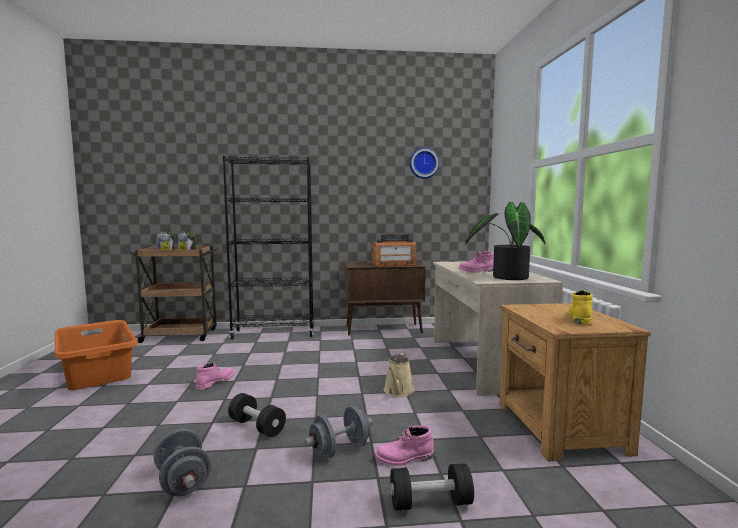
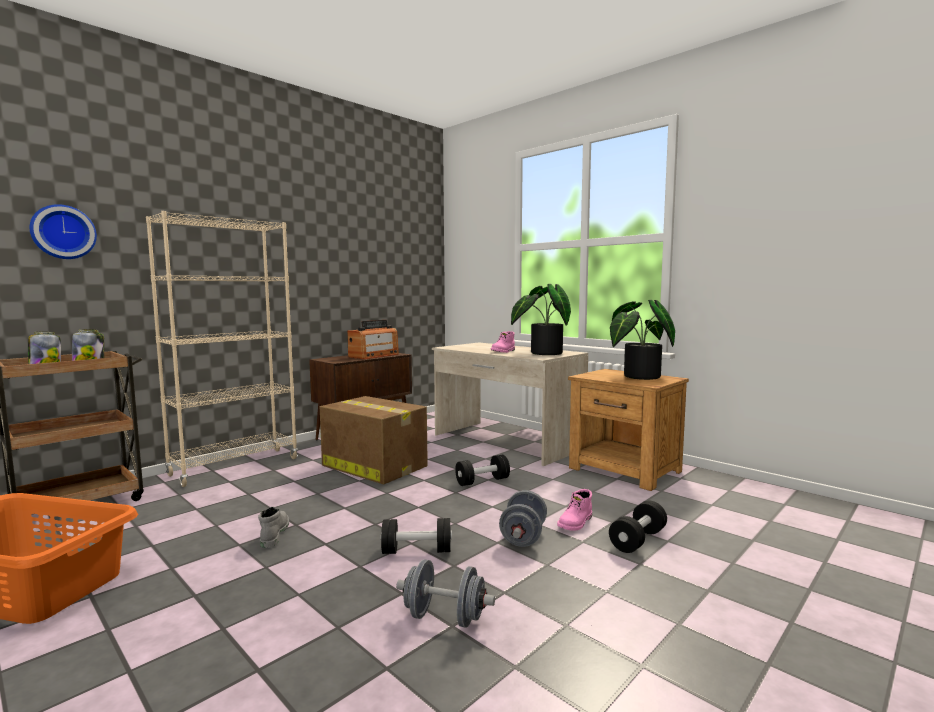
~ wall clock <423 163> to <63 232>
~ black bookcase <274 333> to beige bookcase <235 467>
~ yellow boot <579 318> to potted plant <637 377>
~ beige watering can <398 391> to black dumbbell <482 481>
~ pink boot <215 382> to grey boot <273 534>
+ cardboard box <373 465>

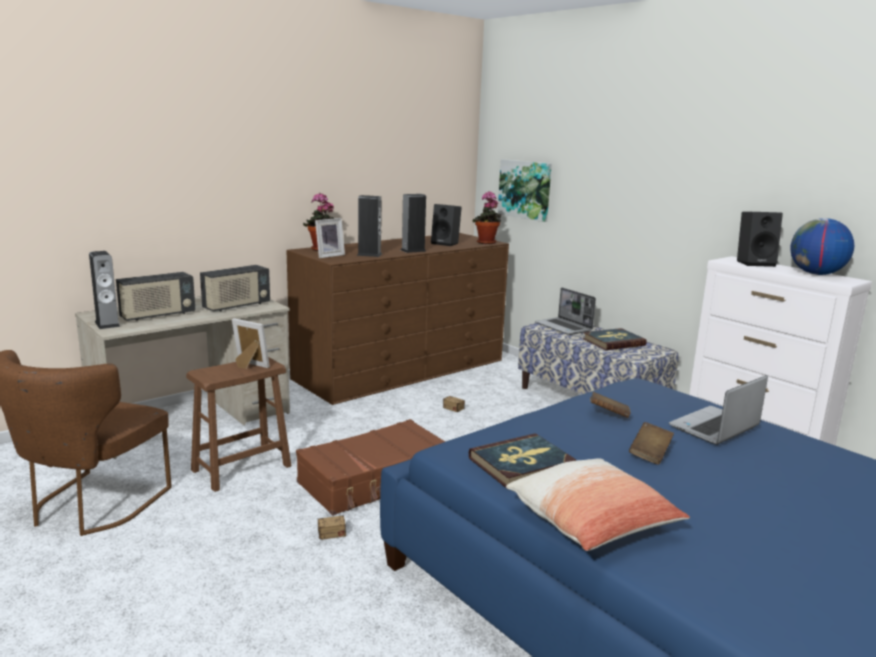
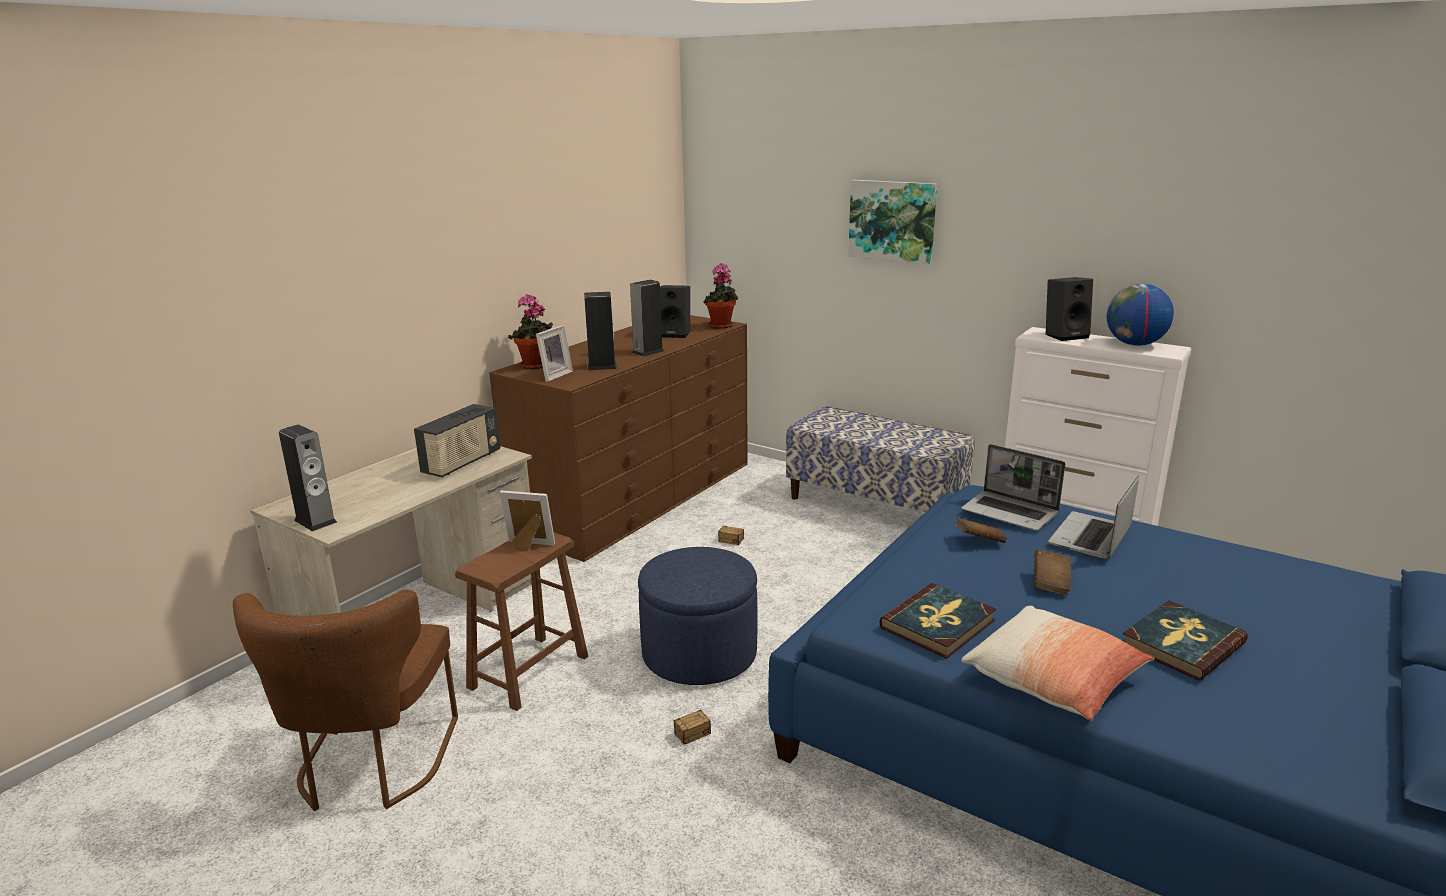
~ picture <525 189> to <892 220>
- radio <158 315>
~ laptop <564 327> to <1011 512>
~ book <613 342> to <1181 644>
~ brown suitcase <375 480> to blue ottoman <699 654>

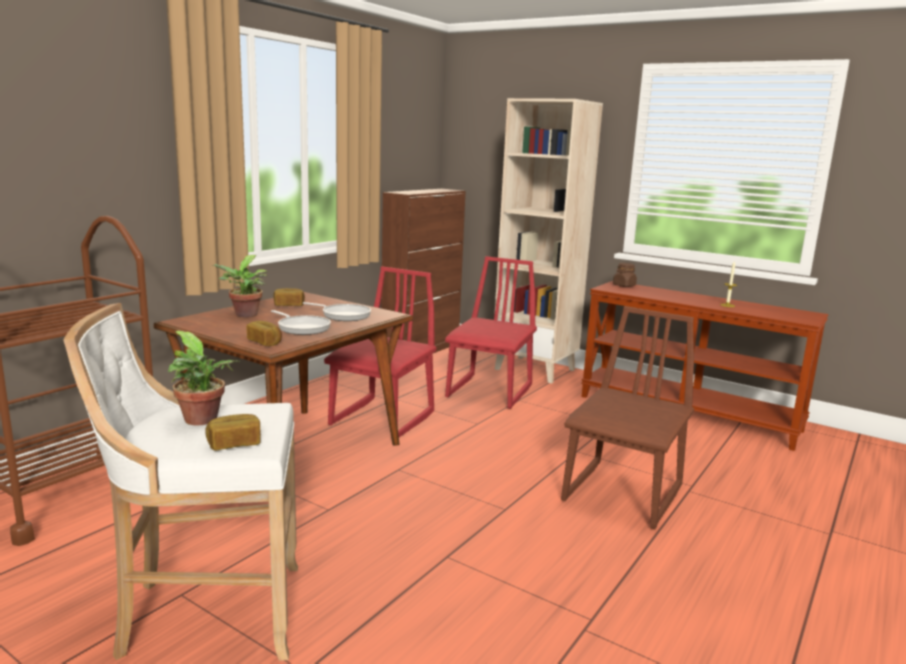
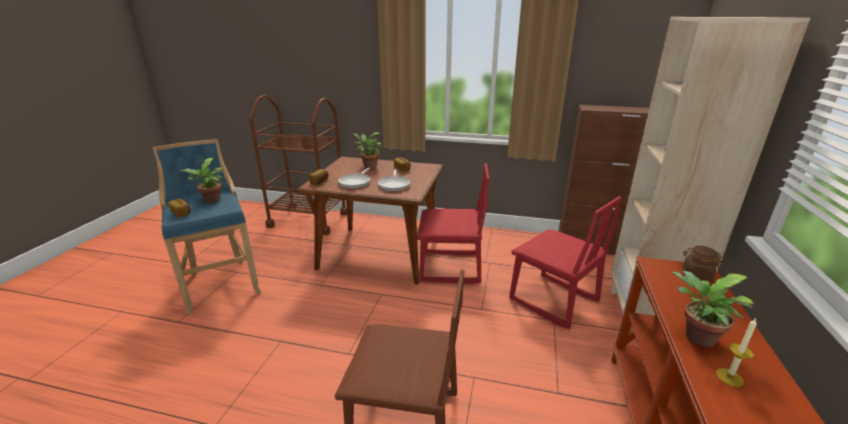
~ red chair <490 392> = <553 301> 45 degrees clockwise
~ white stool <206 614> to blue stool <221 283>
+ potted plant <696 337>

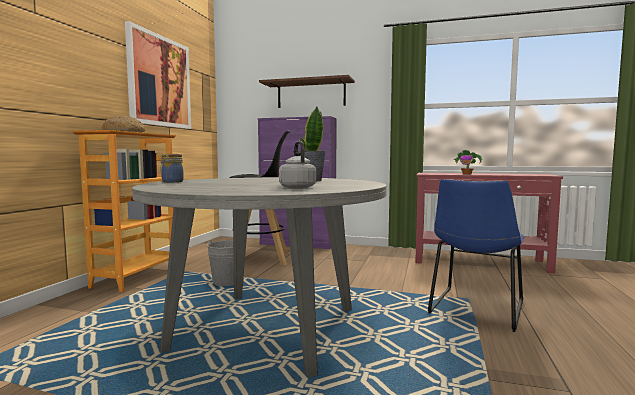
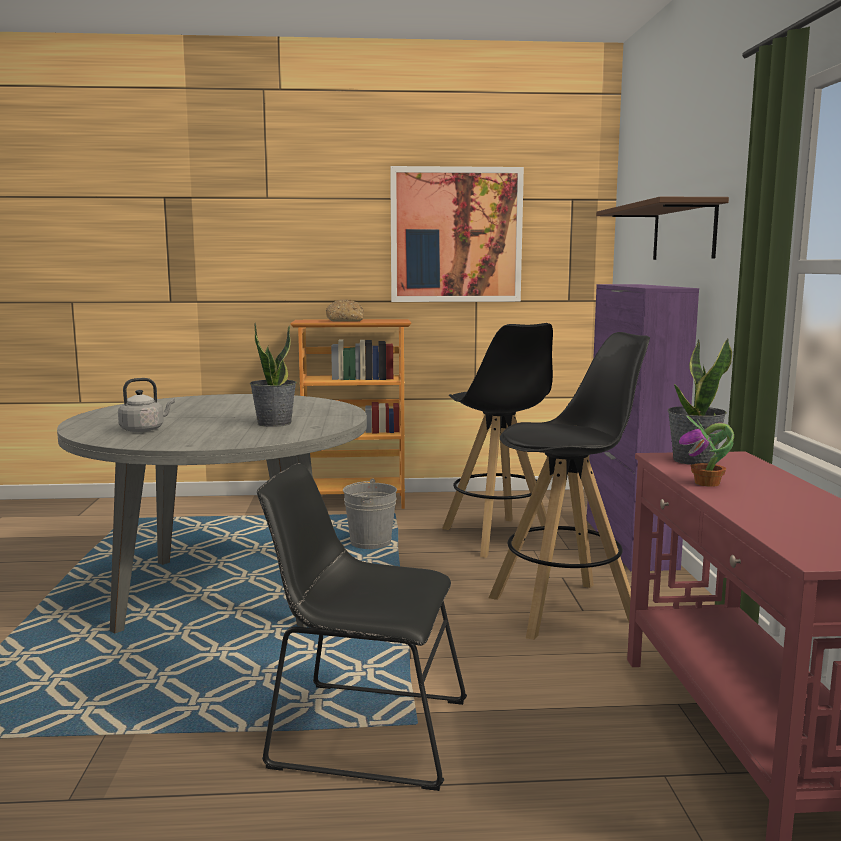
- jar <171 182>
~ blue chair <475 309> to black chair <361 731>
+ black stool <564 609>
+ potted plant <693 460>

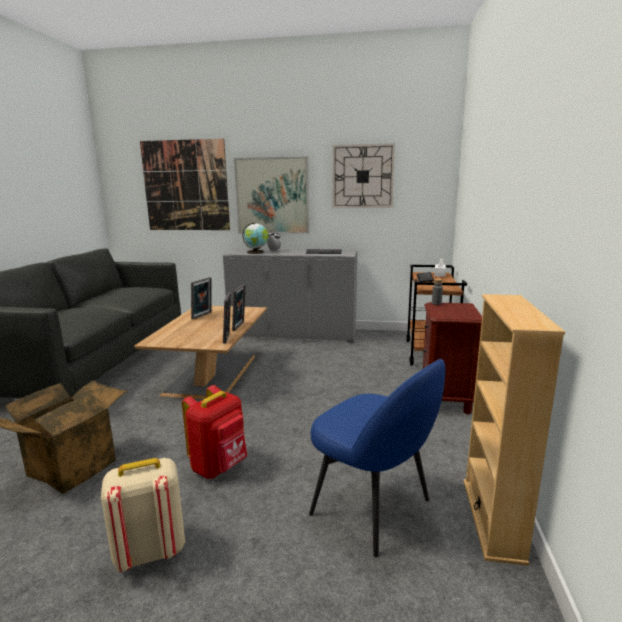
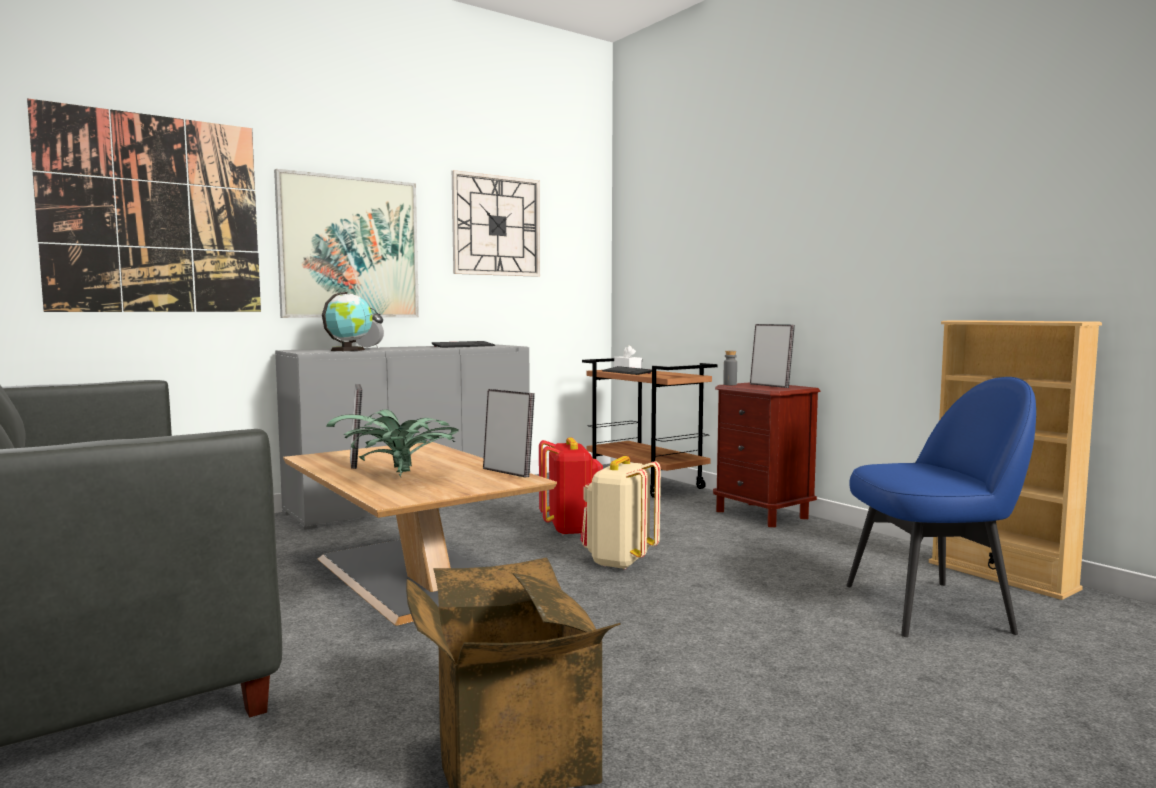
~ picture frame <240 326> to <771 386>
~ red backpack <220 467> to <571 529>
~ beige backpack <149 552> to <619 561>
+ potted plant <401 477>

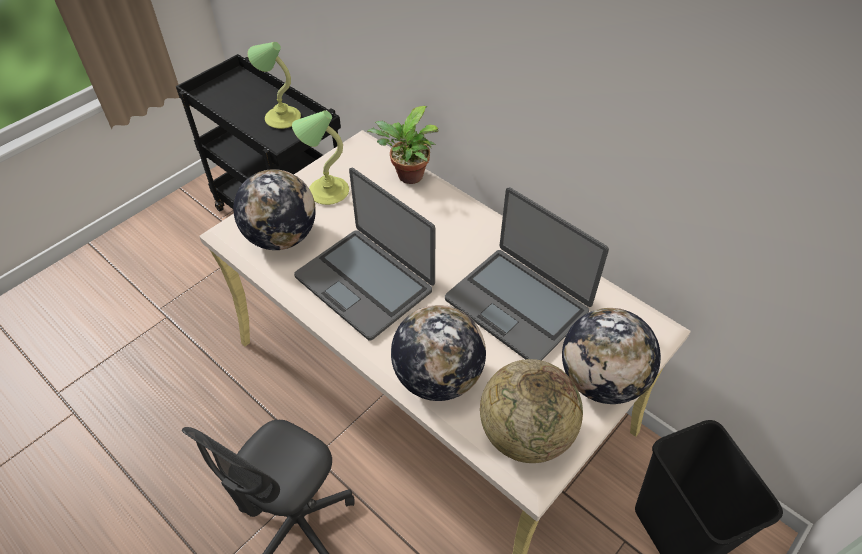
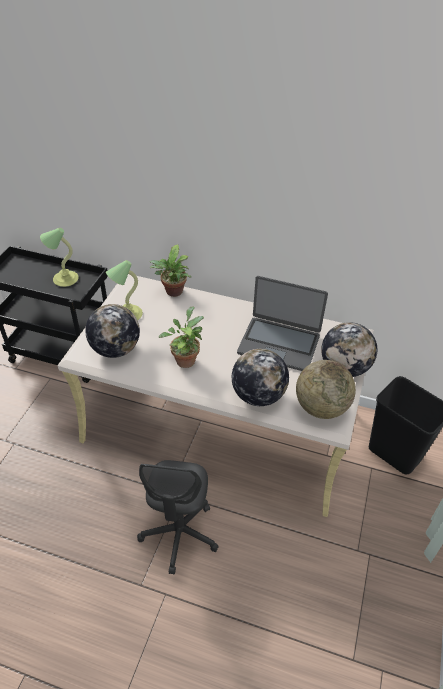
~ laptop <365 283> to potted plant <185 359>

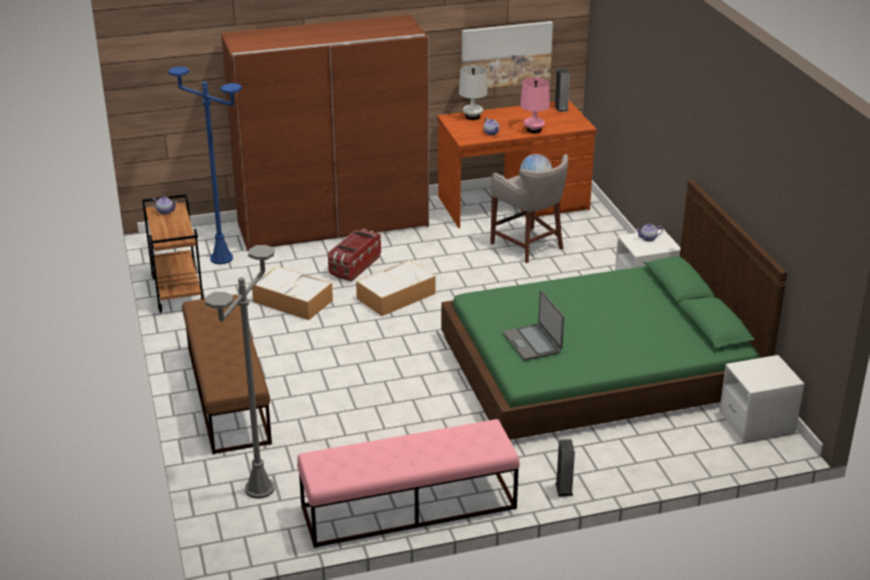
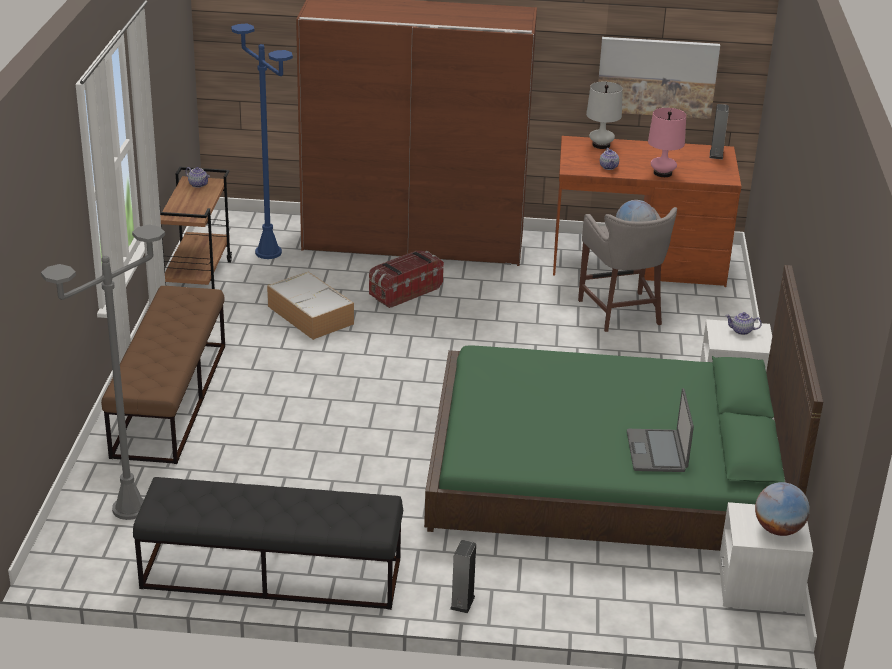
- storage box <396 295>
~ laptop <532 343> to <657 452>
~ pink bench <408 507> to black bench <271 573>
+ globe <778 529>

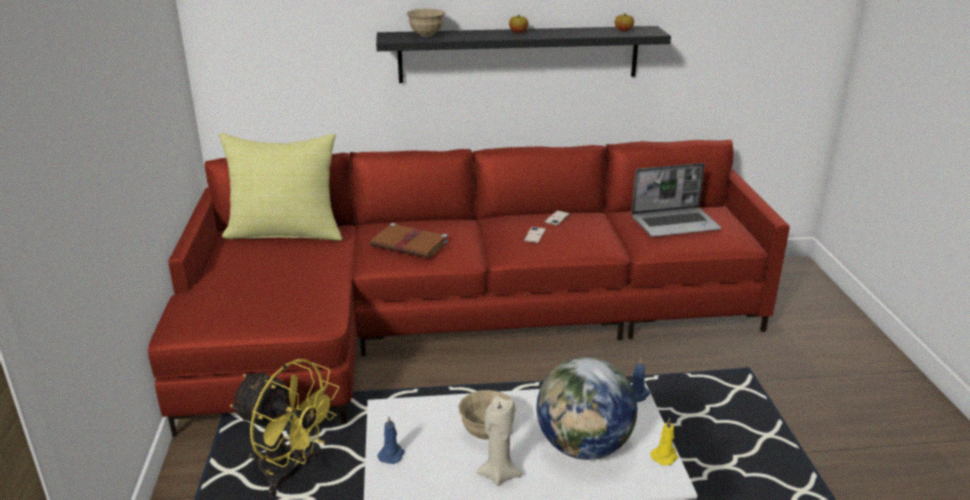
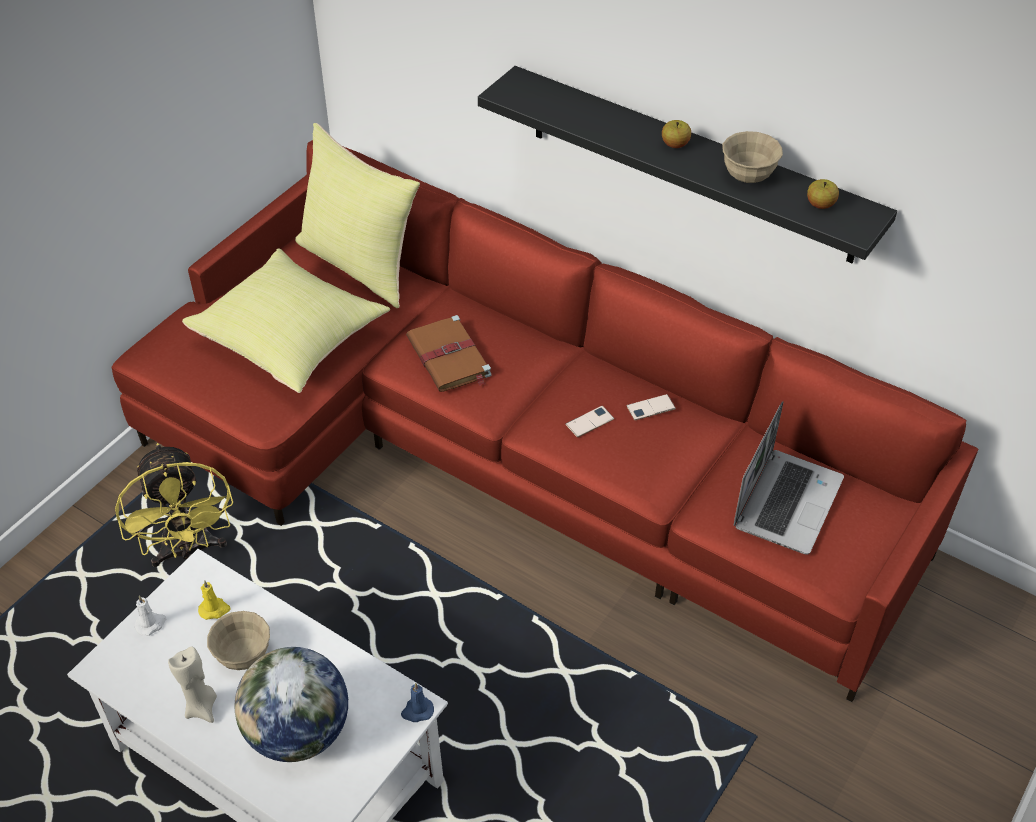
~ beige bowl <426 35> to <748 176>
~ laptop <675 223> = <786 501> 90 degrees counterclockwise
~ blue candle <392 454> to white candle <151 624>
~ yellow candle <665 456> to <214 609>
+ yellow pillow <292 340>

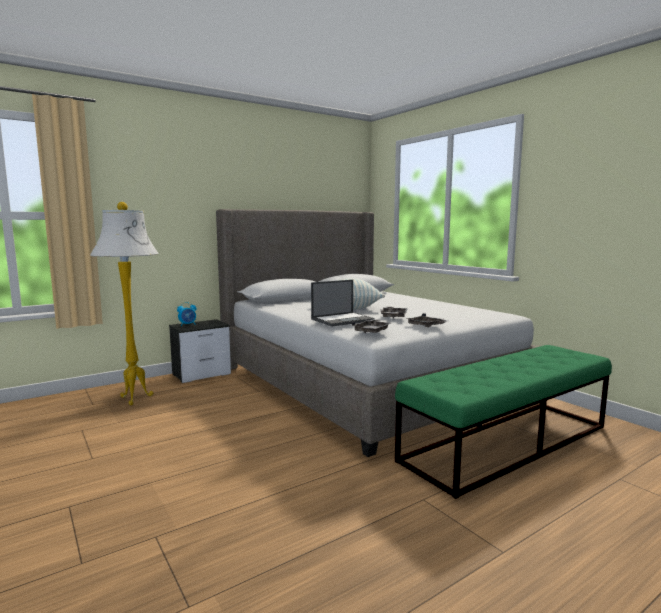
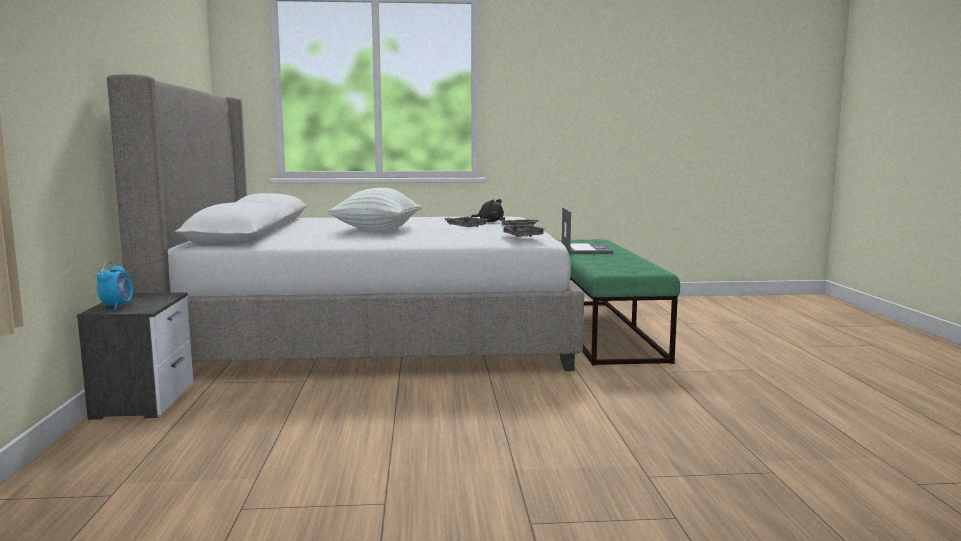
- white floor lamp <136 399>
~ laptop <343 320> to <585 249>
+ black plush toy <489 221>

